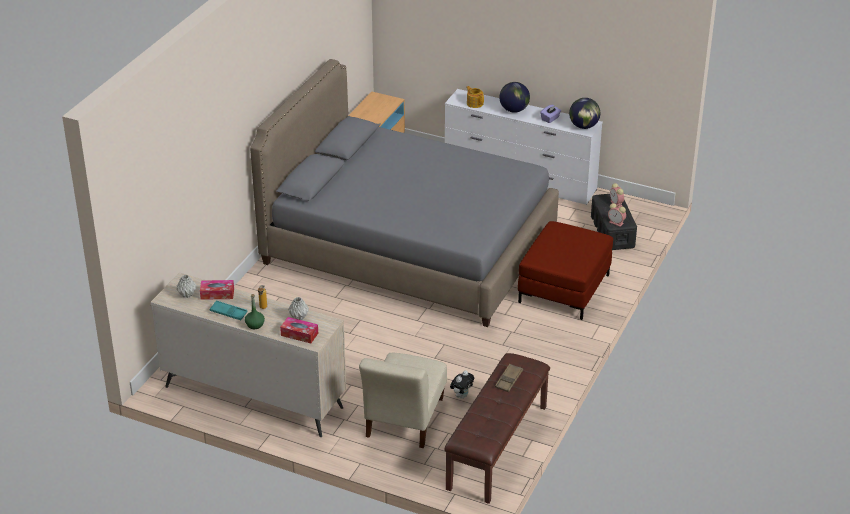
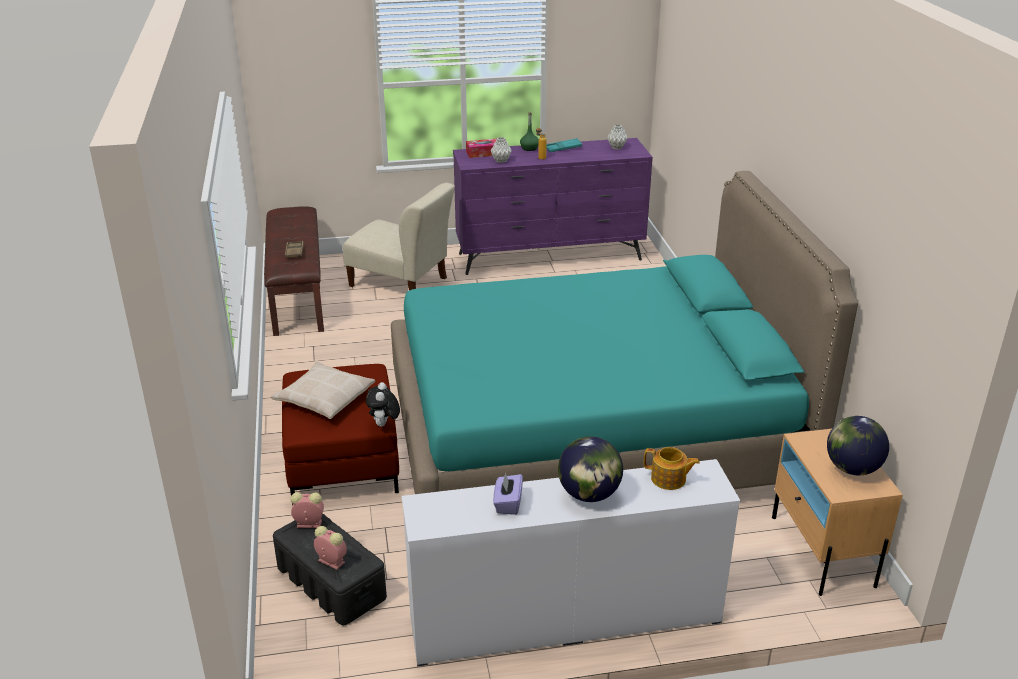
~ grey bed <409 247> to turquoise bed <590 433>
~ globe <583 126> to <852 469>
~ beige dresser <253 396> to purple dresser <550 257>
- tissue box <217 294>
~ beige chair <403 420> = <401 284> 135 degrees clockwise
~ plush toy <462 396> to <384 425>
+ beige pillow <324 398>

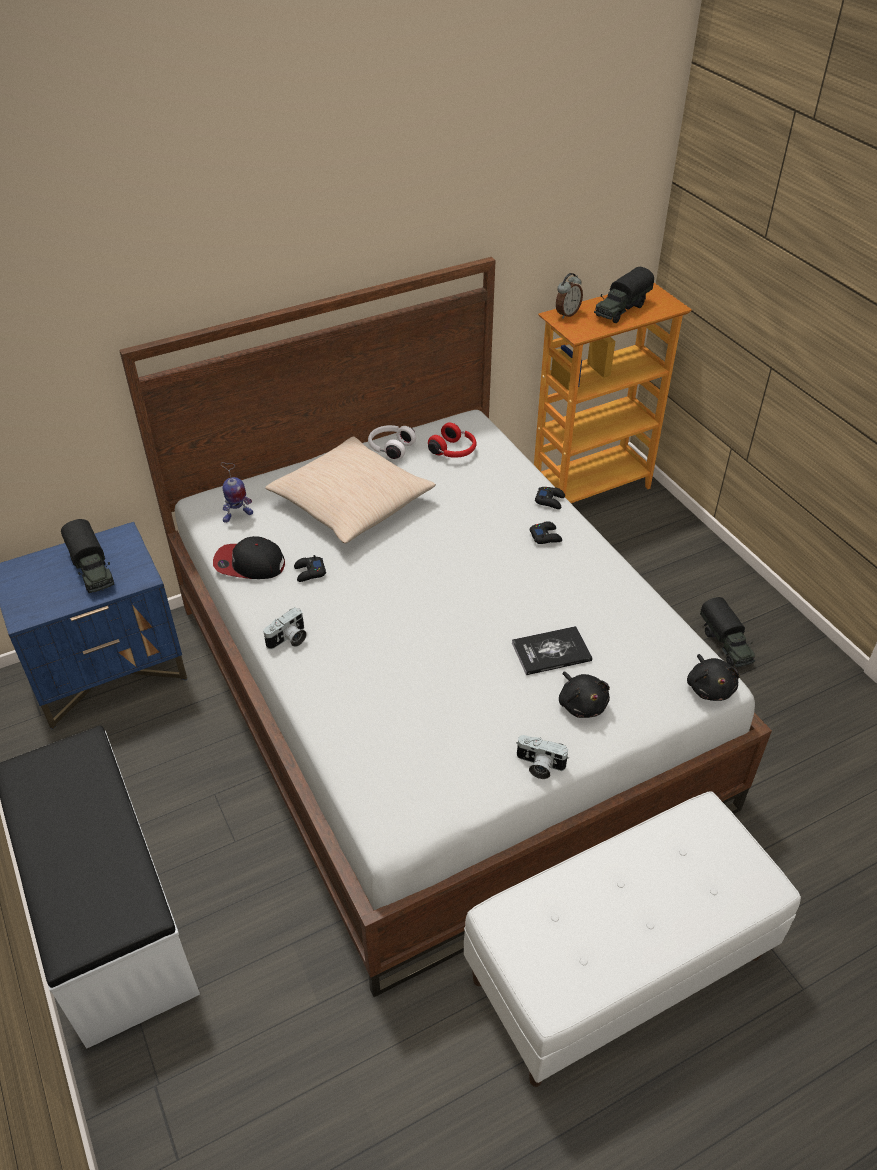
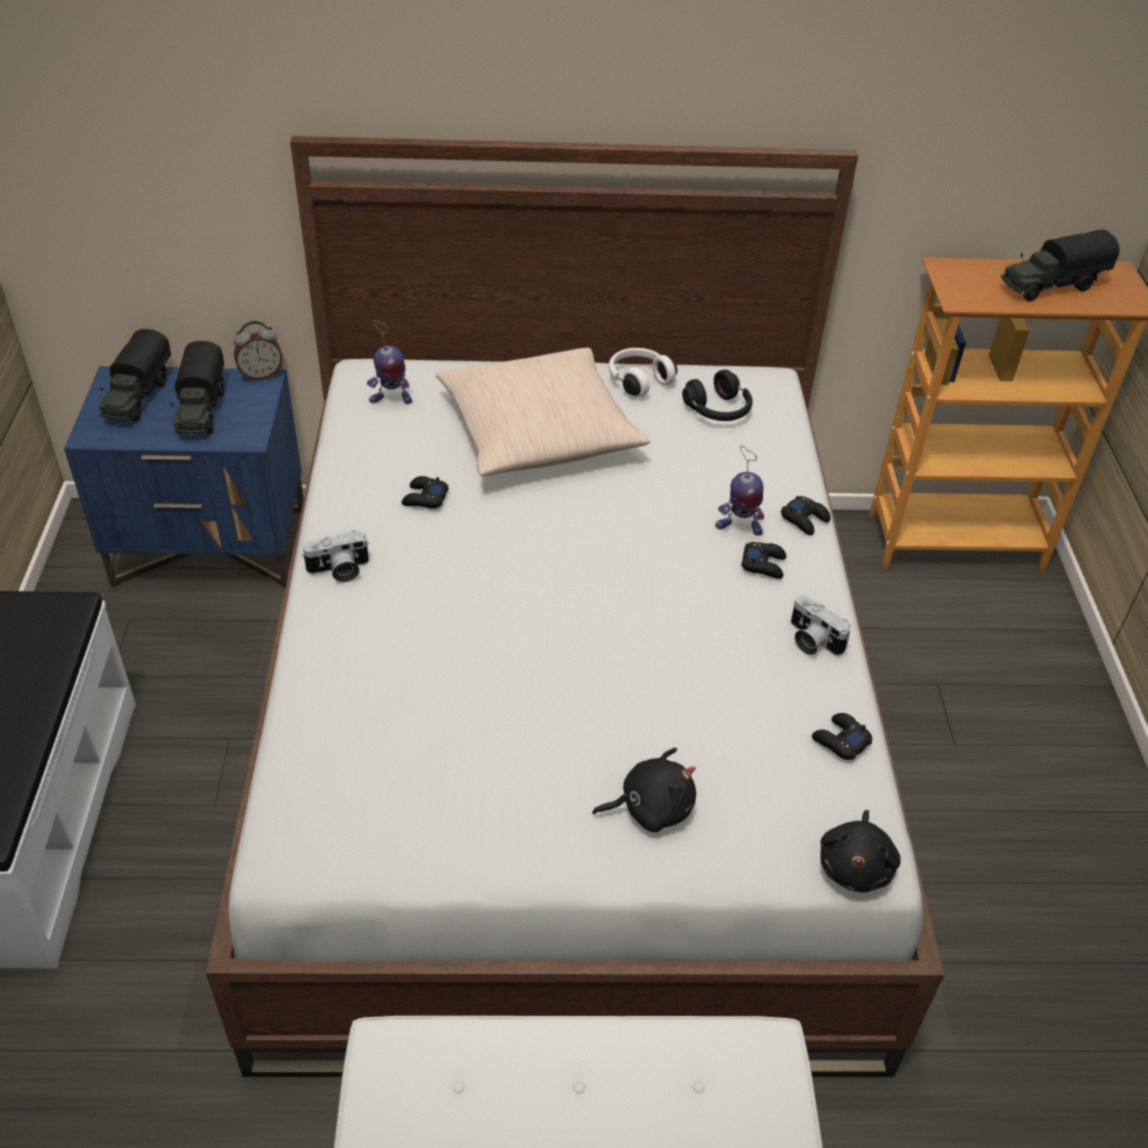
~ alarm clock <566 314> to <261 375>
~ red headphones <454 451> to black headphones <718 411>
- cap <249 564>
~ toy truck <725 644> to <137 397>
- book <551 652>
~ black plush toy <581 704> = <650 808> 105 degrees counterclockwise
~ photo camera <539 766> to <811 640>
+ toy robot <738 528>
+ black game controller <840 740>

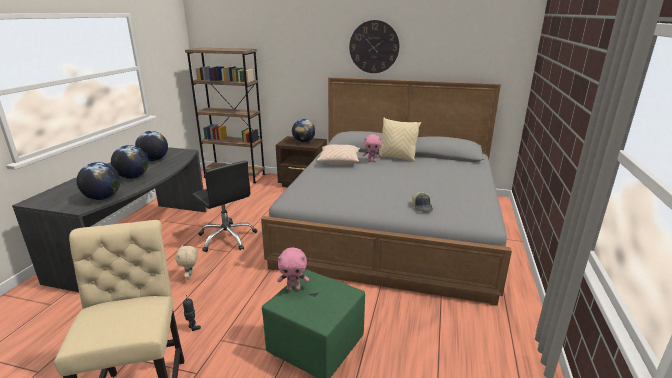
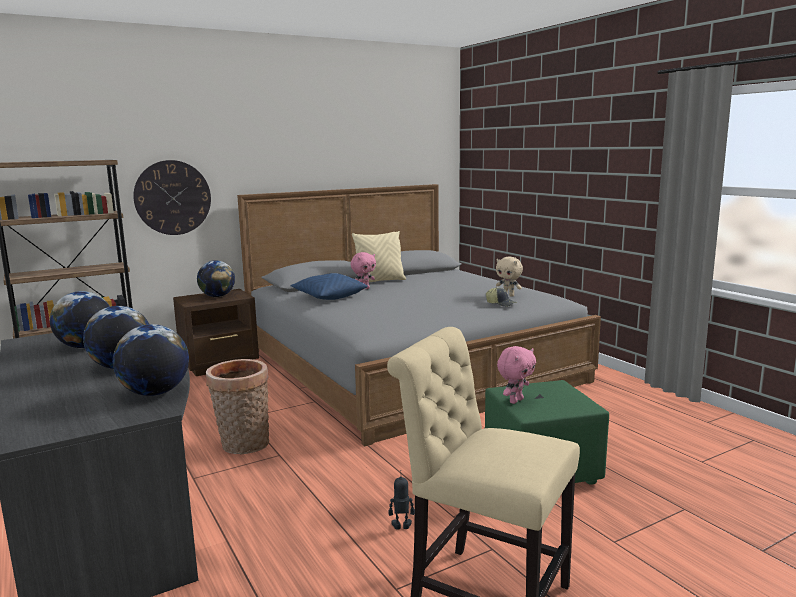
~ wall clock <374 47> to <173 197>
~ beige pillow <339 161> to blue pillow <329 297>
~ black office chair <227 238> to basket <243 446>
~ beige plush toy <190 276> to <508 295>

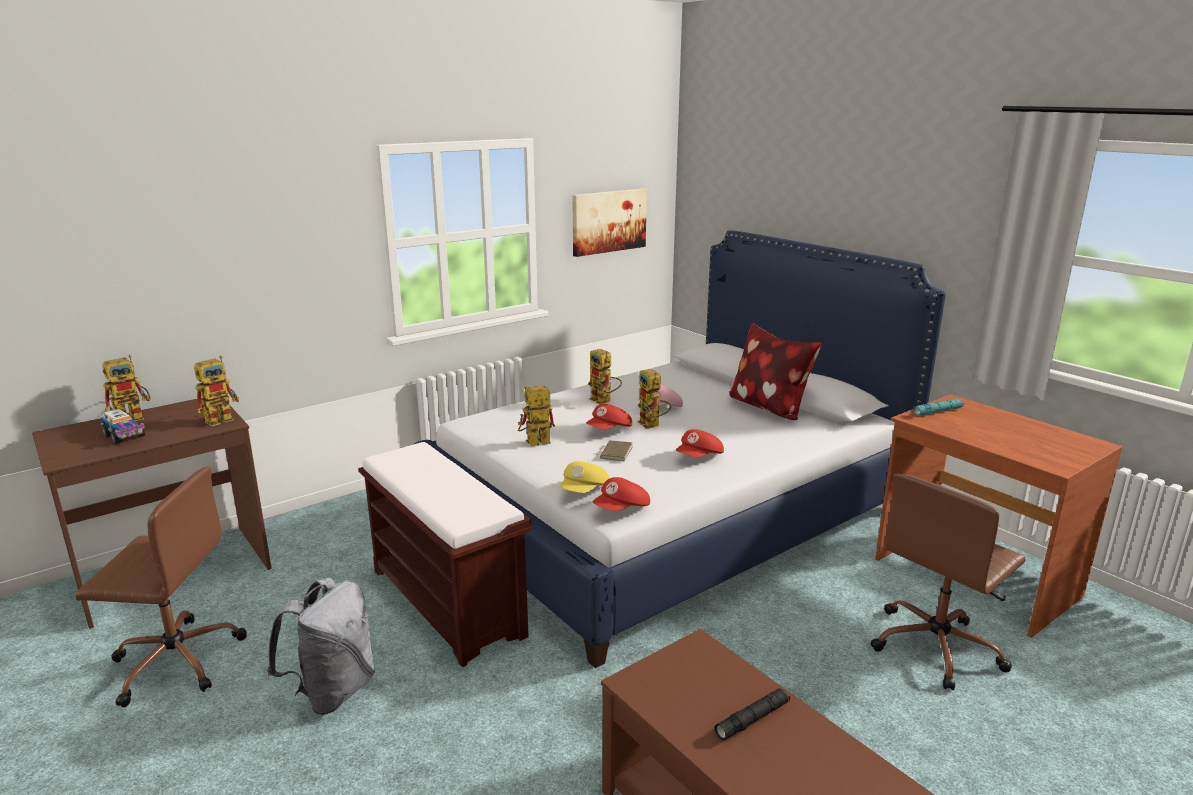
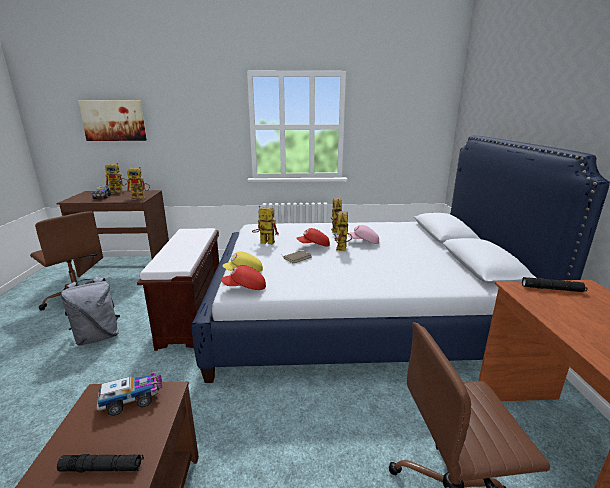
~ picture <608 221> to <114 120>
- pillow <768 408>
~ turquoise flashlight <938 411> to black flashlight <552 289>
- red cap <699 457>
+ toy truck <132 400>

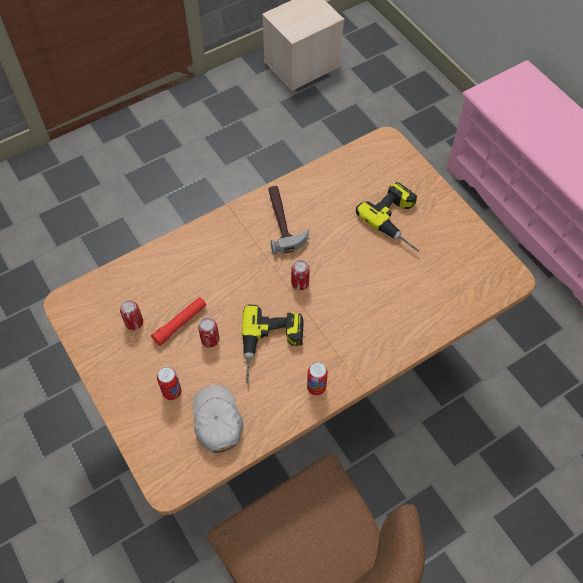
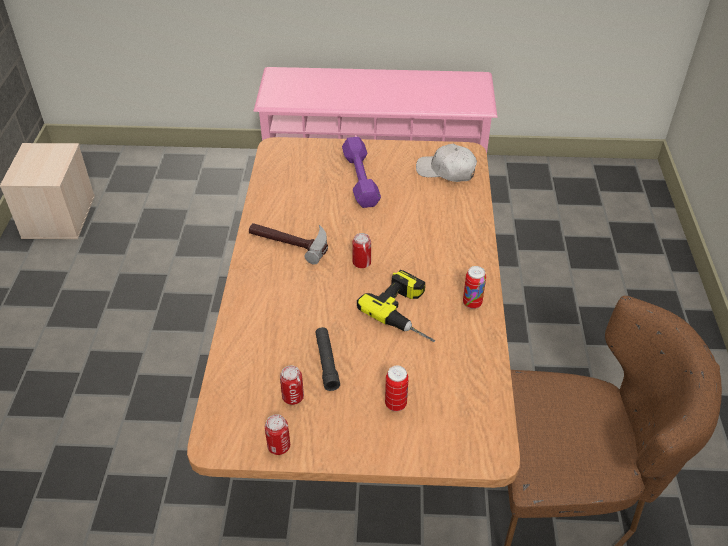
~ power drill <400 221> to purple dumbbell <360 179>
~ red flashlight <180 323> to black flashlight <326 362>
~ can <210 340> to <279 446>
~ white cap <217 421> to <446 171>

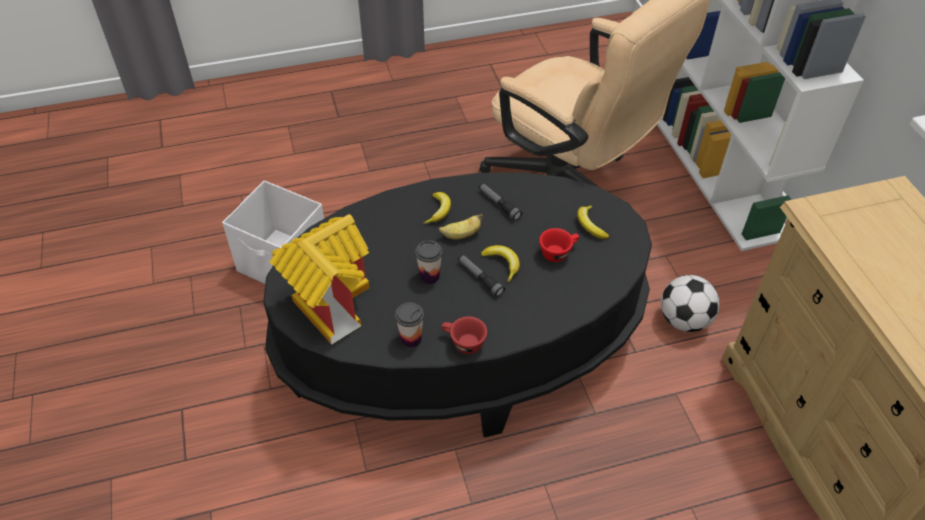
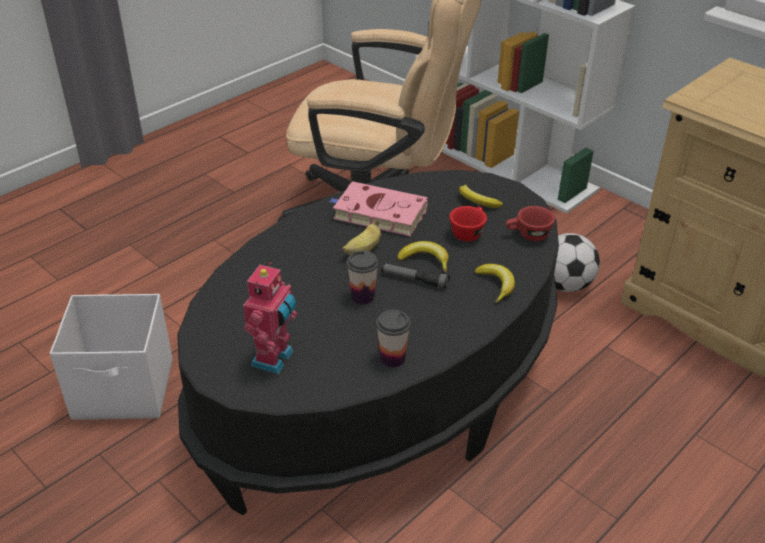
~ flashlight <499 204> to pink book <377 213>
~ banana <438 211> to <496 285>
~ toy house <329 301> to toy robot <275 359>
~ red cup <463 343> to <528 235>

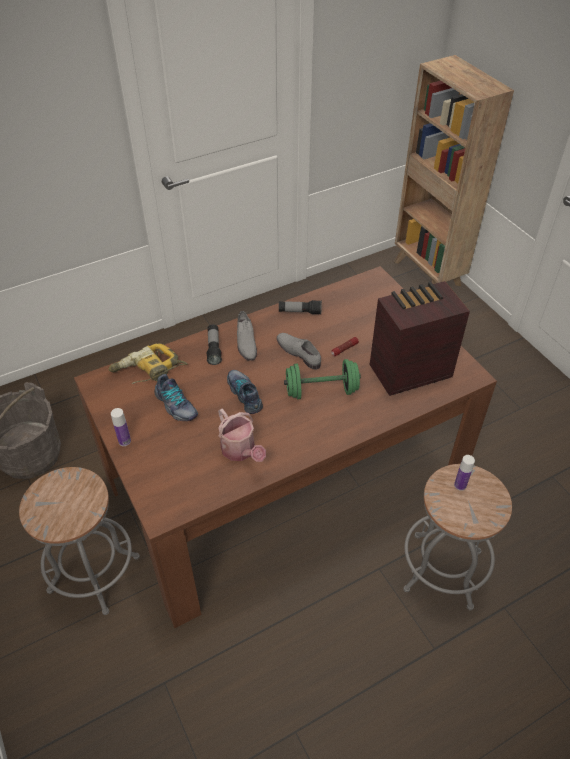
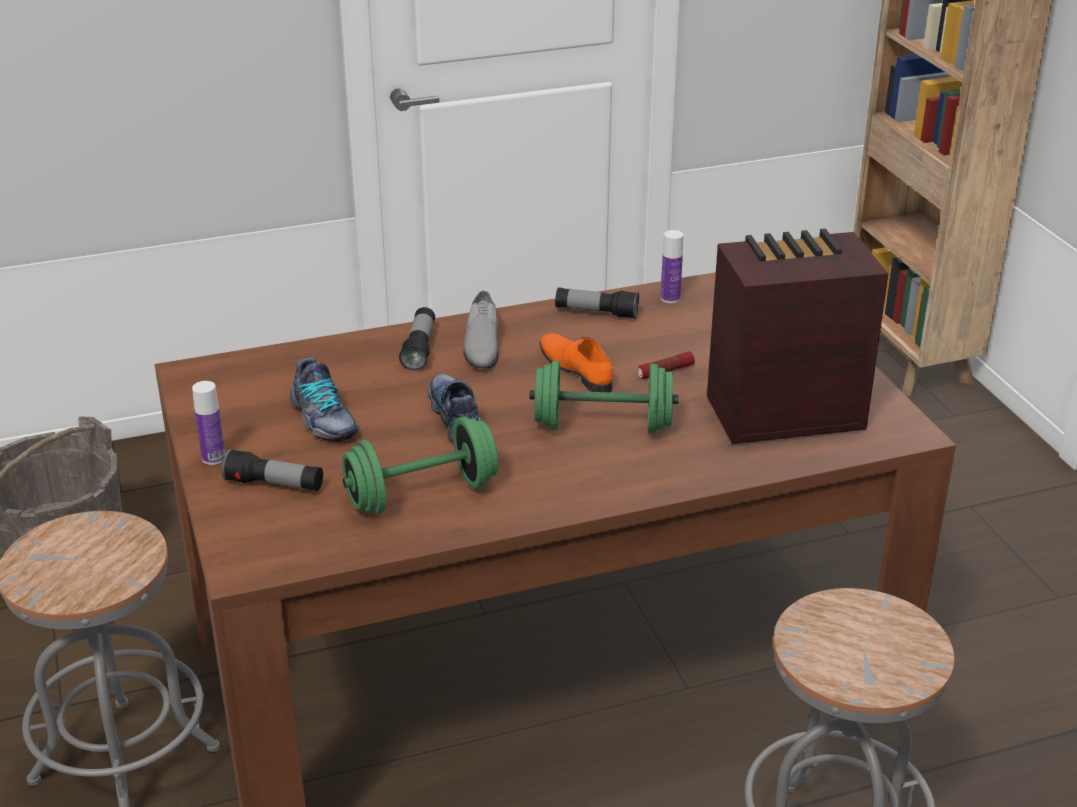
~ grey shoe <299 352> to orange shoe <577 368>
- power drill <148 371>
~ watering can <240 451> to green dumbbell <422 494>
~ bottle <460 485> to <670 298>
+ flashlight <274 485>

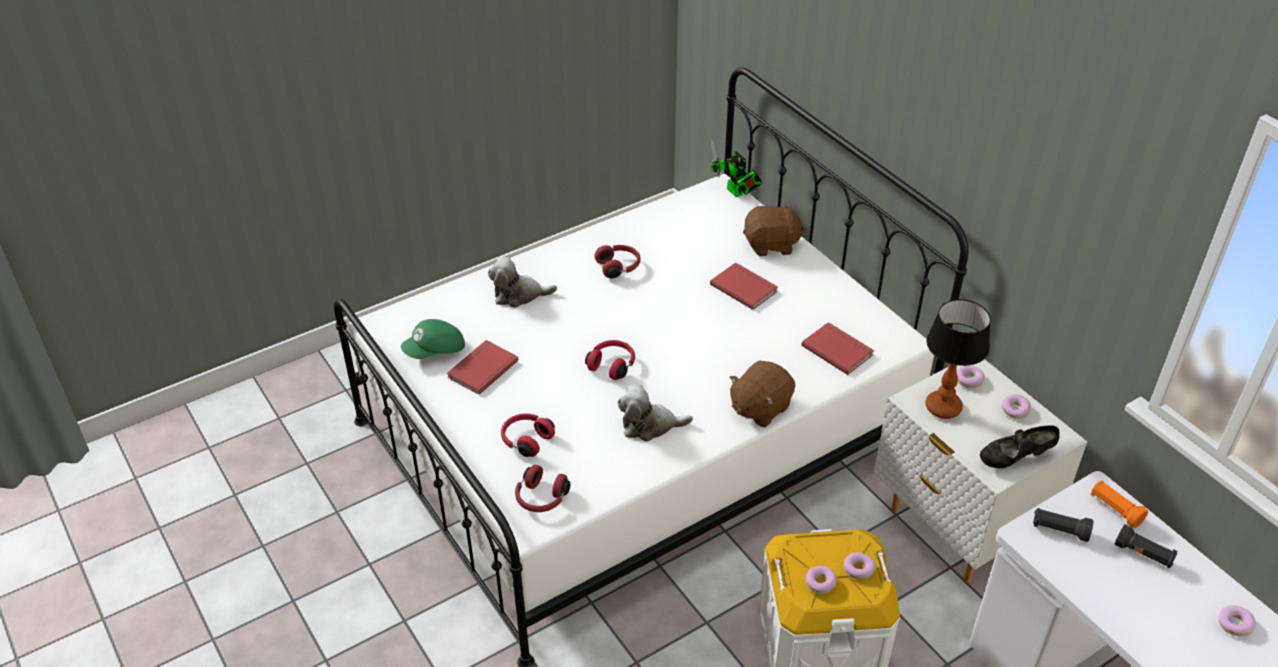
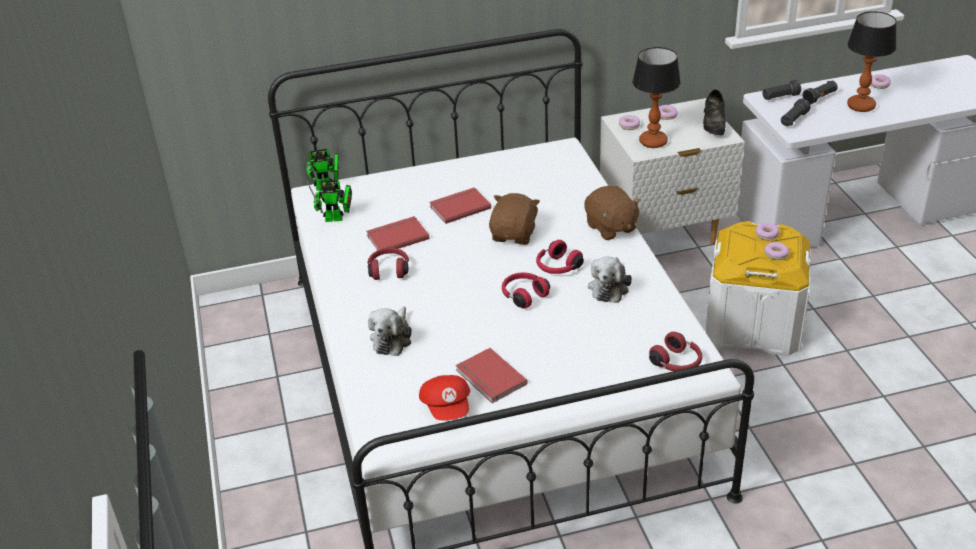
~ brown plush toy <771 245> to <514 235>
~ green cap <435 351> to red cap <447 407>
~ red book <838 349> to <397 236>
~ red headphones <526 440> to <557 267>
~ orange flashlight <1115 510> to black flashlight <780 97>
+ table lamp <861 106>
+ toy robot <337 218>

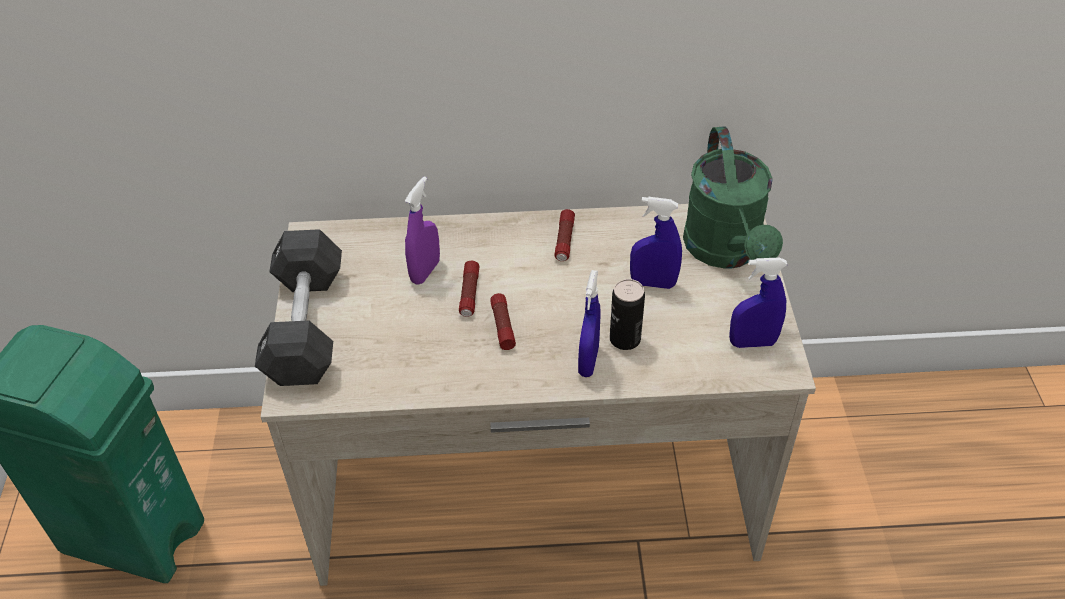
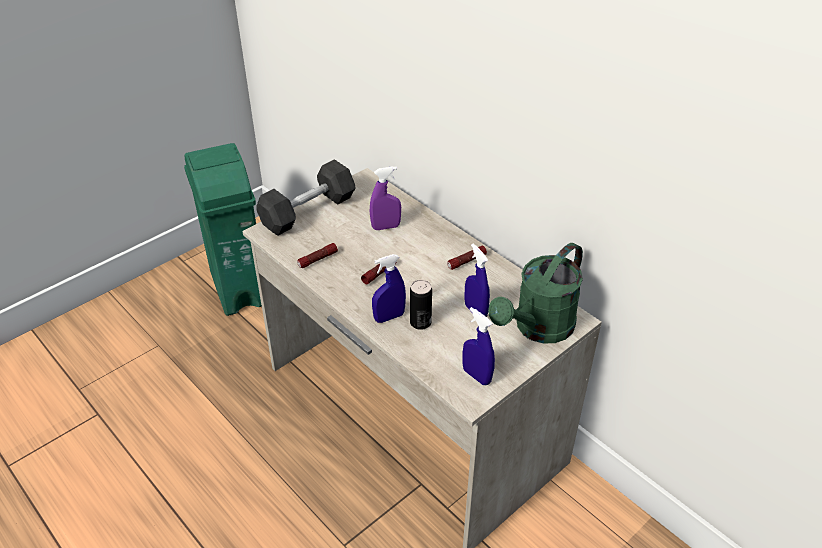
~ flashlight <469 294> to <317 259>

